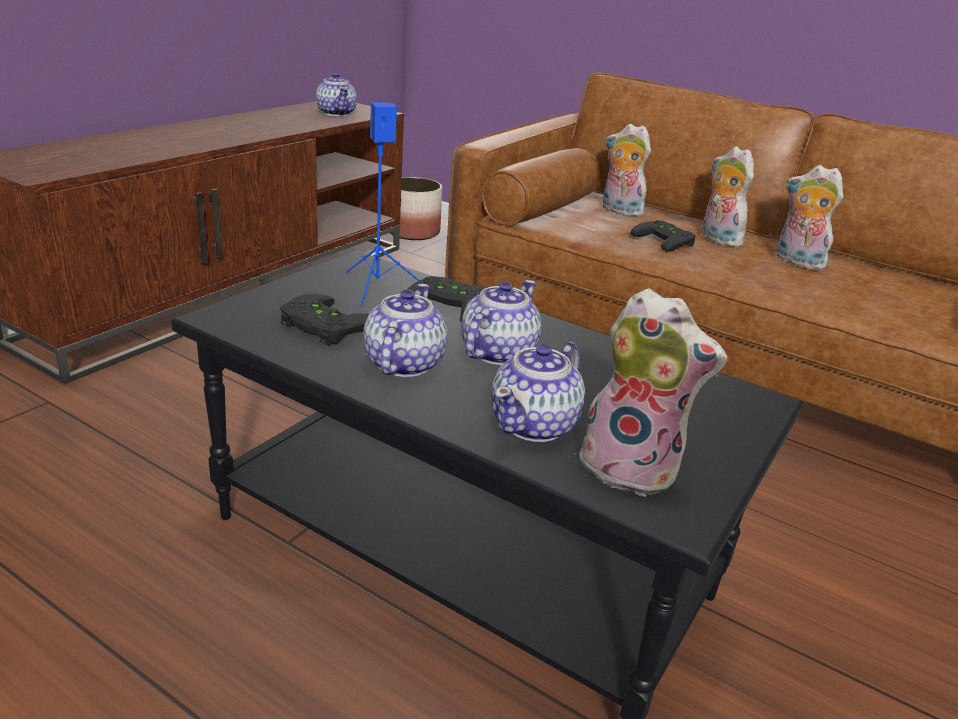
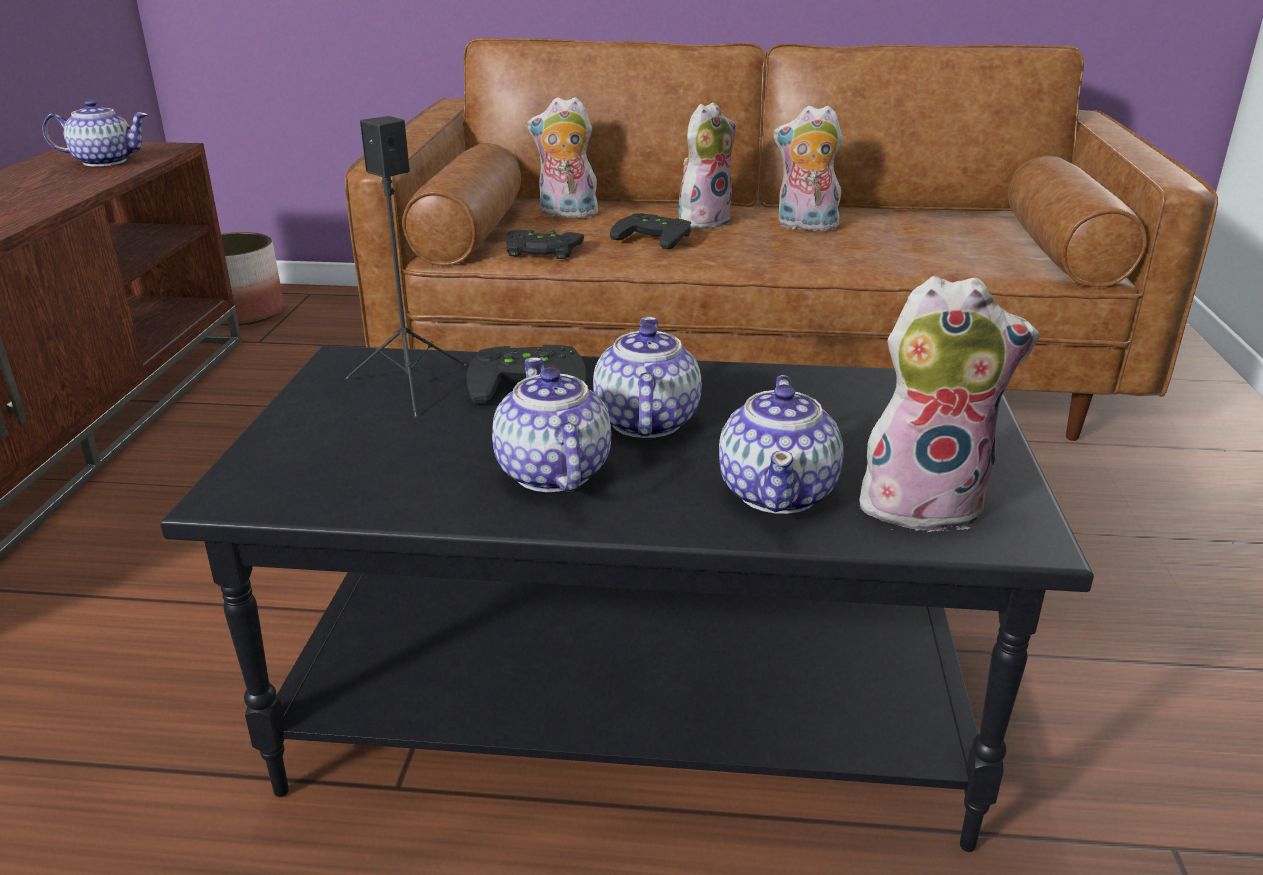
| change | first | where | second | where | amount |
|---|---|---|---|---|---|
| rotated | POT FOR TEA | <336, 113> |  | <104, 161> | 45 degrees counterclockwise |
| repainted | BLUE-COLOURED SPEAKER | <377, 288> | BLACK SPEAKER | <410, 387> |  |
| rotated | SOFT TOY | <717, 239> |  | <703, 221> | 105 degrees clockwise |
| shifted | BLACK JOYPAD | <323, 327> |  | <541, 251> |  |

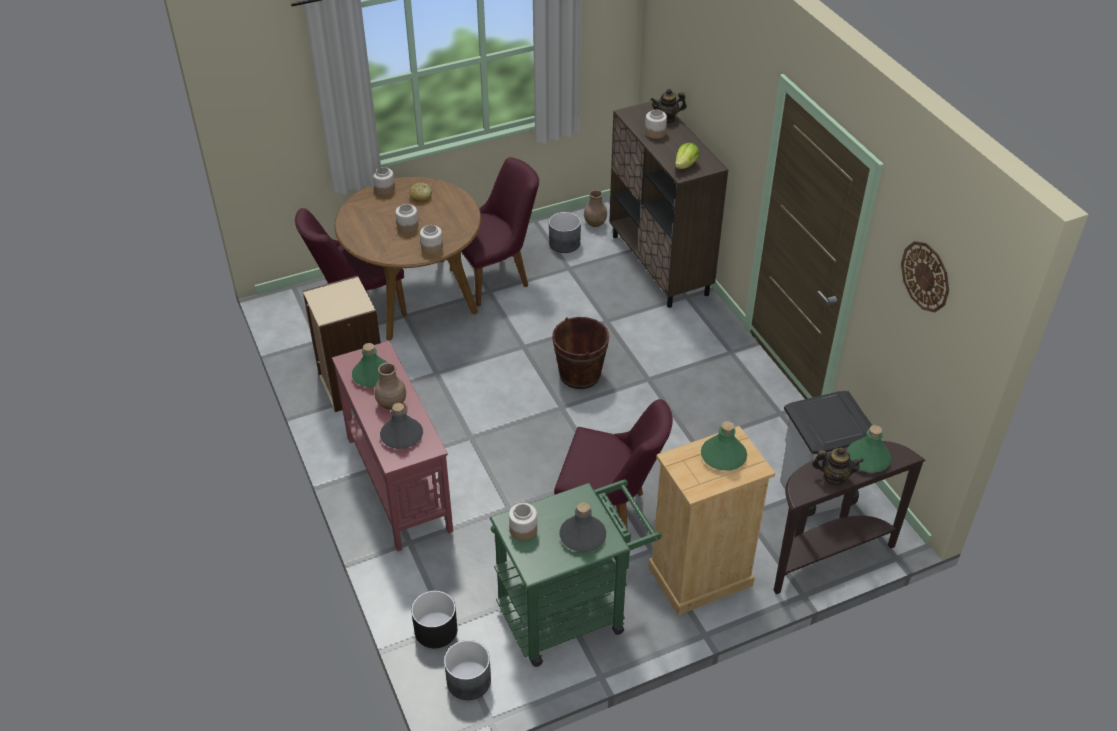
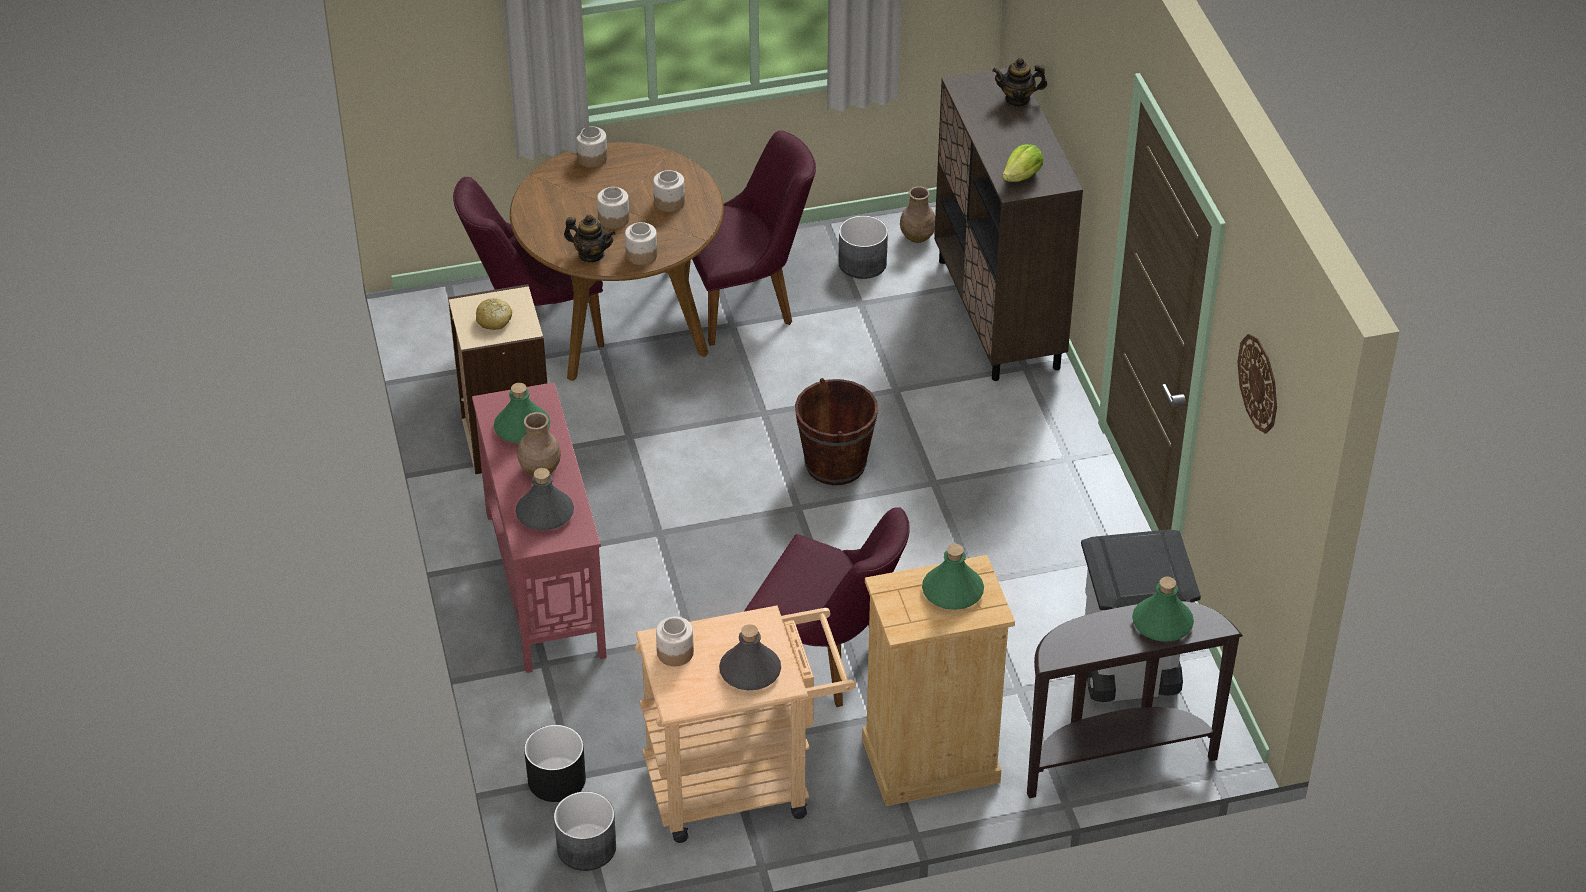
| change | first | where | second | where | amount |
|---|---|---|---|---|---|
| shifted | STORAGE JAR | <655, 132> |  | <669, 202> |  |
| shifted | BREAD | <421, 196> |  | <494, 320> |  |
| shifted | POT FOR TEA | <834, 477> |  | <591, 254> |  |
| repainted | GREENISH WHEELED CART | <571, 612> | BEIGE WHEELED CART | <742, 783> |  |

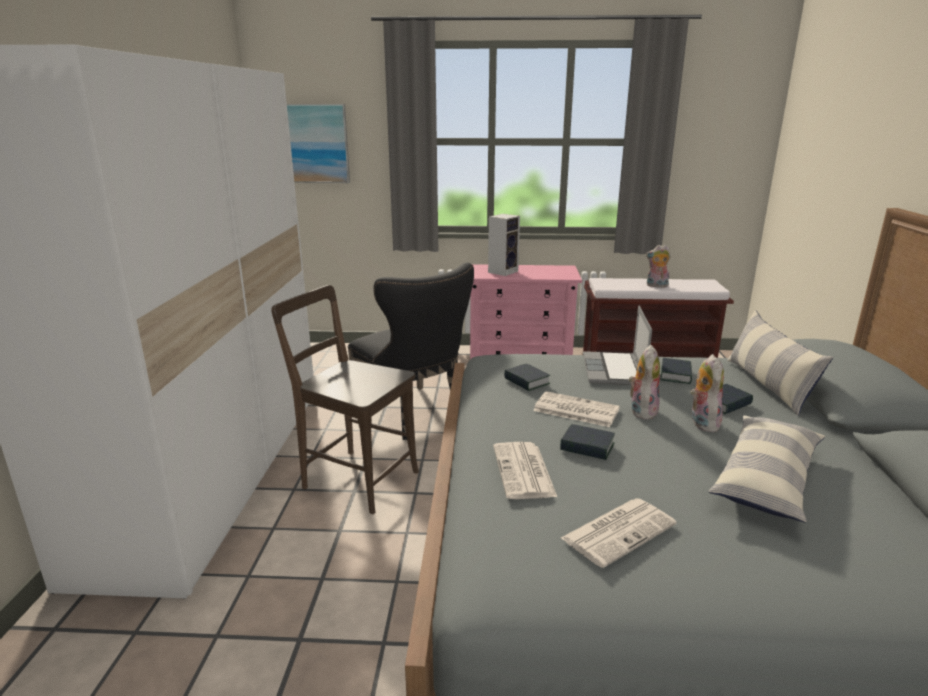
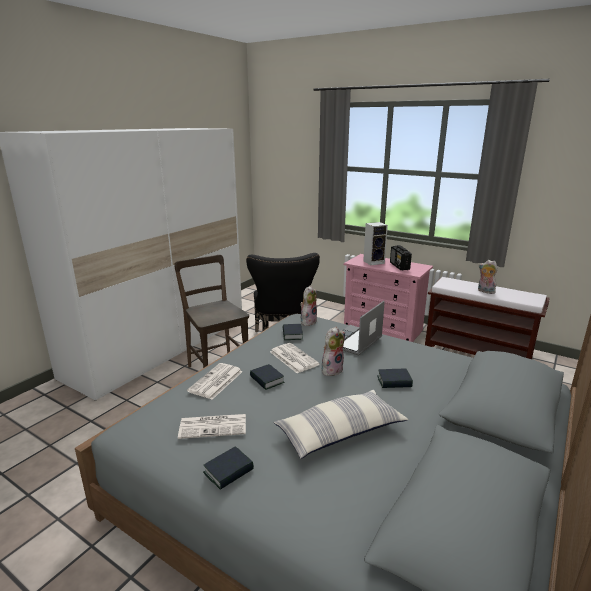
| change | first | where | second | where | amount |
|---|---|---|---|---|---|
| gone | WALL PICTURE | <318, 144> |  |  |  |
| gone | CUSHION | <767, 385> |  |  |  |
| shifted | SOFT TOY | <701, 422> |  | <308, 321> |  |
| shifted | VOLUME | <676, 375> |  | <228, 471> |  |
| new |  |  | RADIO SET | <399, 266> |  |

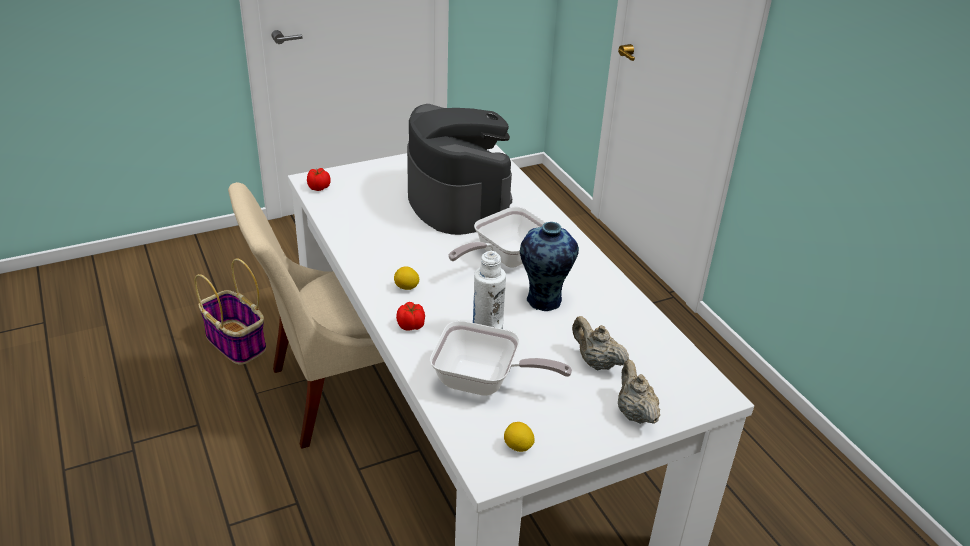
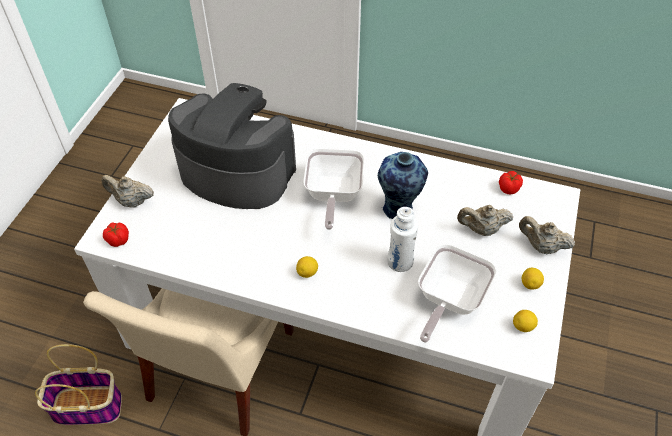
| change | first | where | second | where | amount |
|---|---|---|---|---|---|
| shifted | WHOLE TOMATO | <411, 326> |  | <509, 188> |  |
| rotated | FRYING PAN | <484, 382> |  | <448, 300> | 150 degrees clockwise |
| new |  |  | BEIGE POT FOR TEA | <131, 201> |  |
| new |  |  | WHOLE LEMON | <530, 284> |  |

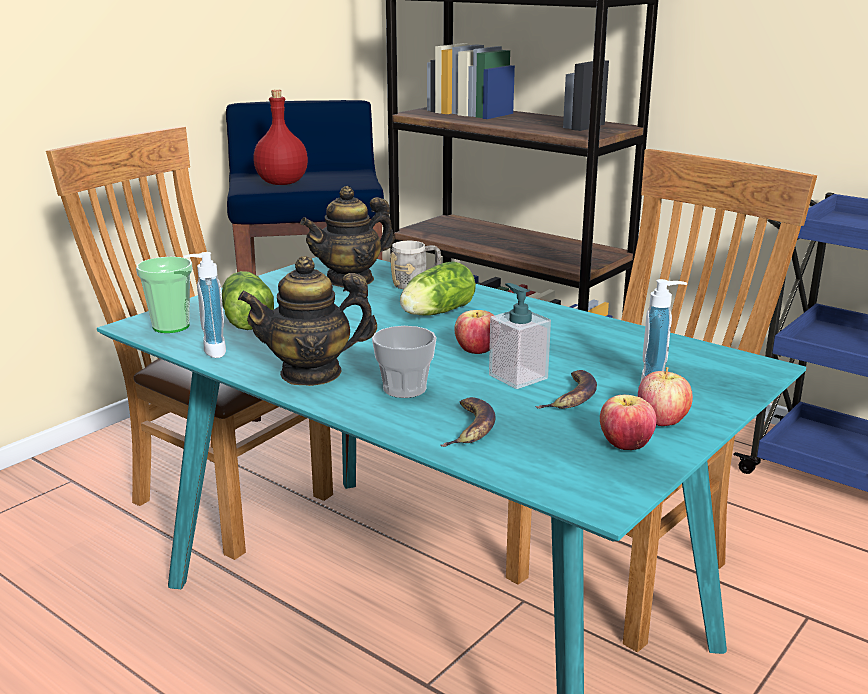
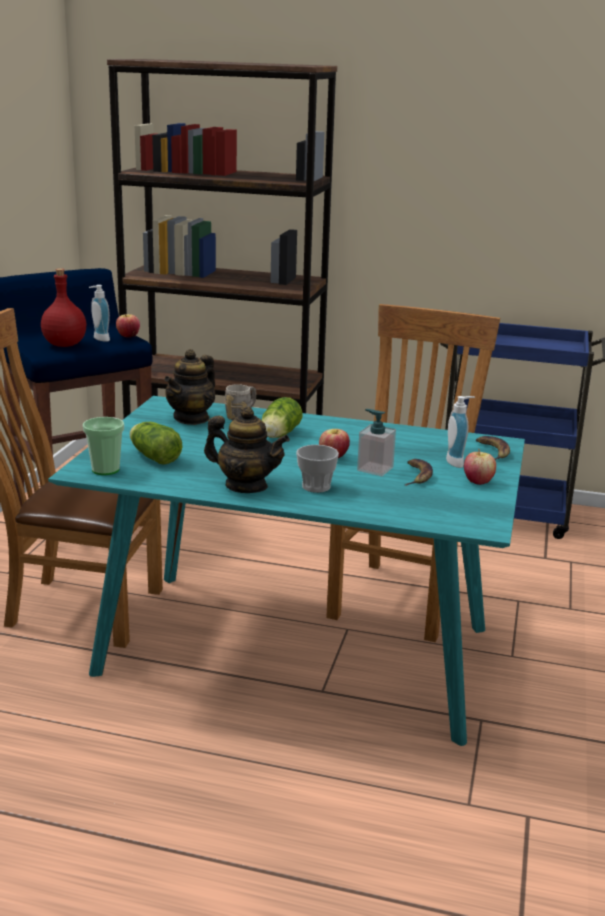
| change | first | where | second | where | amount |
|---|---|---|---|---|---|
| shifted | LIQUID SOAP BOTTLE | <209, 351> |  | <99, 339> |  |
| rotated | POT FOR TEA | <311, 373> |  | <246, 486> | 120 degrees counterclockwise |
| shifted | WHOLE APPLE | <625, 446> |  | <128, 336> |  |
| shifted | BANANA | <469, 427> |  | <492, 451> |  |

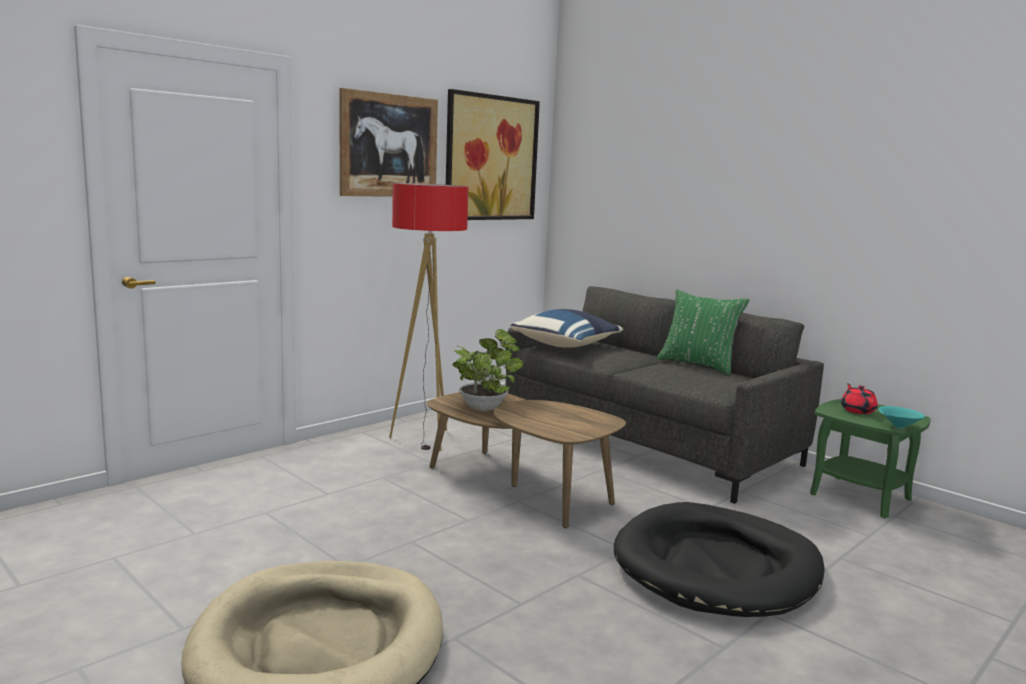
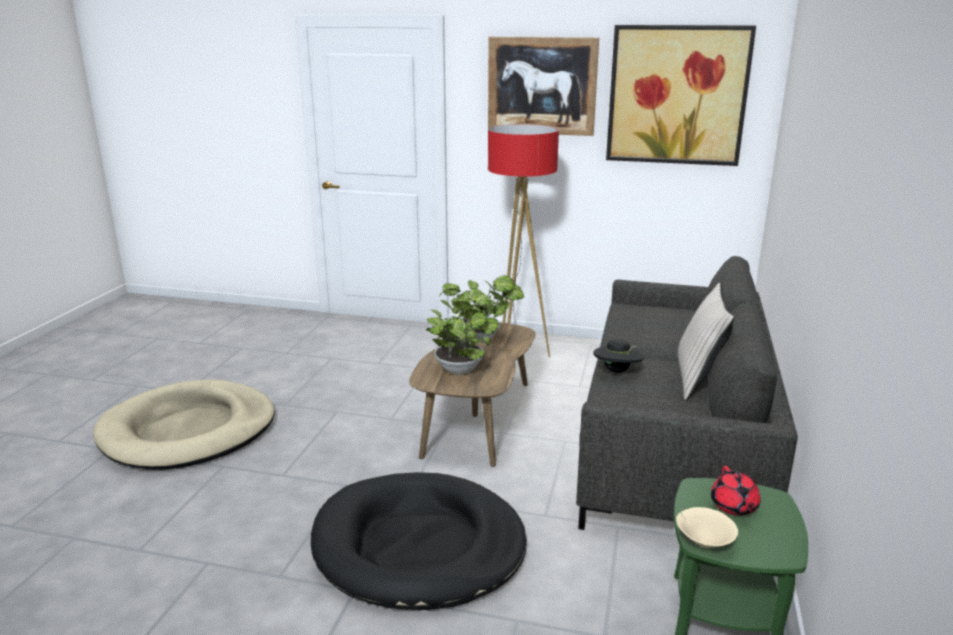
| change | first | where | second | where | amount |
|---|---|---|---|---|---|
| repainted | GREENISH CUSHION | <698, 365> | BEIGE CUSHION | <698, 379> |  |
| gone | BLUE-COLOURED CUSHION | <567, 345> |  |  |  |
| rotated | RED-COLOURED POT FOR TEA | <857, 410> |  | <734, 506> | 120 degrees clockwise |
| repainted | TURQUOISE-COLOURED DEEP DISH | <898, 427> | BEIGE DEEP DISH | <703, 542> |  |
| new |  |  | HOUSEPLANT | <461, 368> |  |
| new |  |  | BLACK WEARABLE HAT | <617, 371> |  |

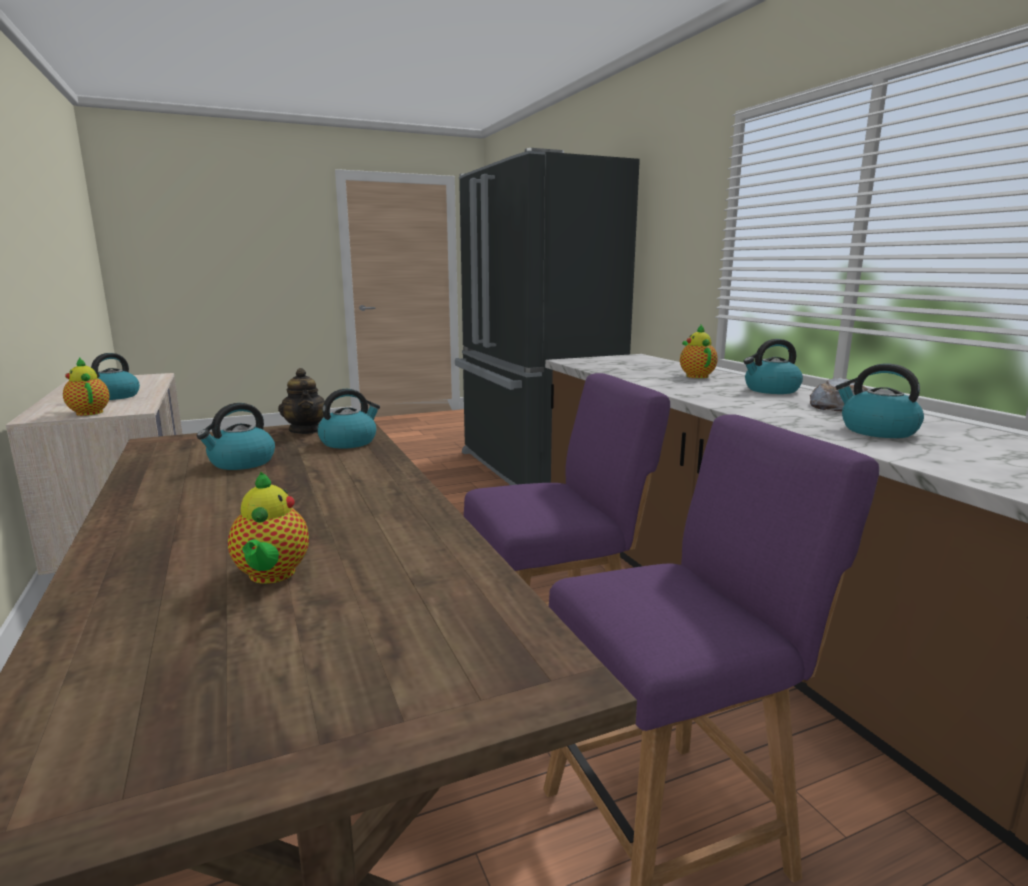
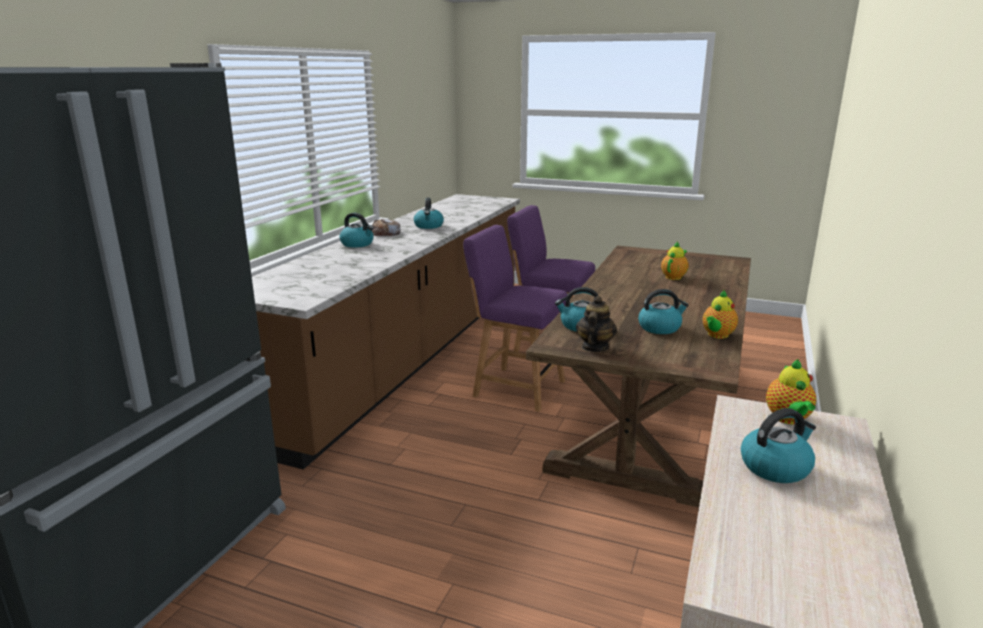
| change | first | where | second | where | amount |
|---|---|---|---|---|---|
| shifted | POT FOR TEA | <696, 376> |  | <717, 335> |  |

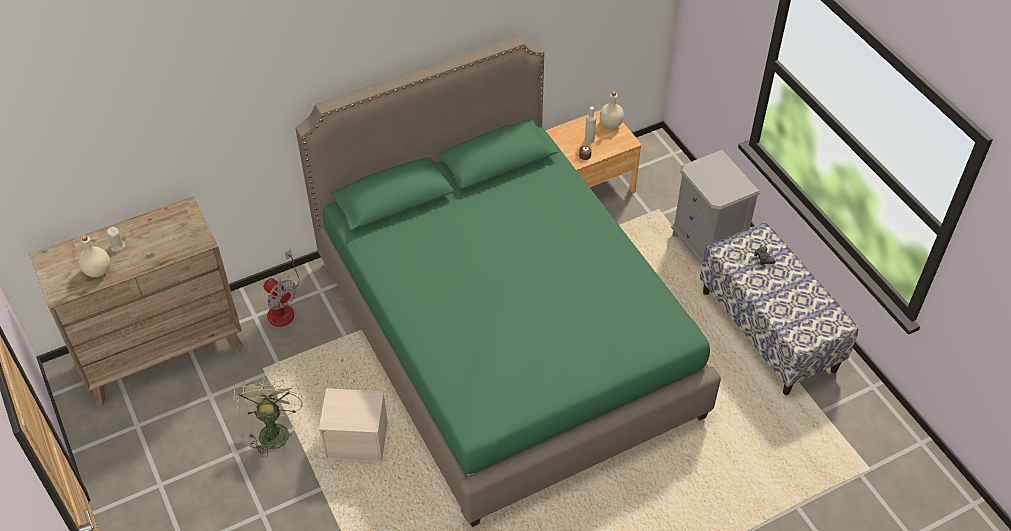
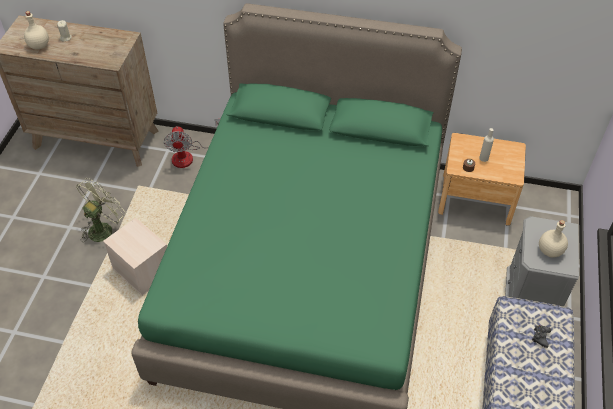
| change | first | where | second | where | amount |
|---|---|---|---|---|---|
| shifted | BEIGE DRINK BOTTLE | <611, 123> |  | <550, 250> |  |

